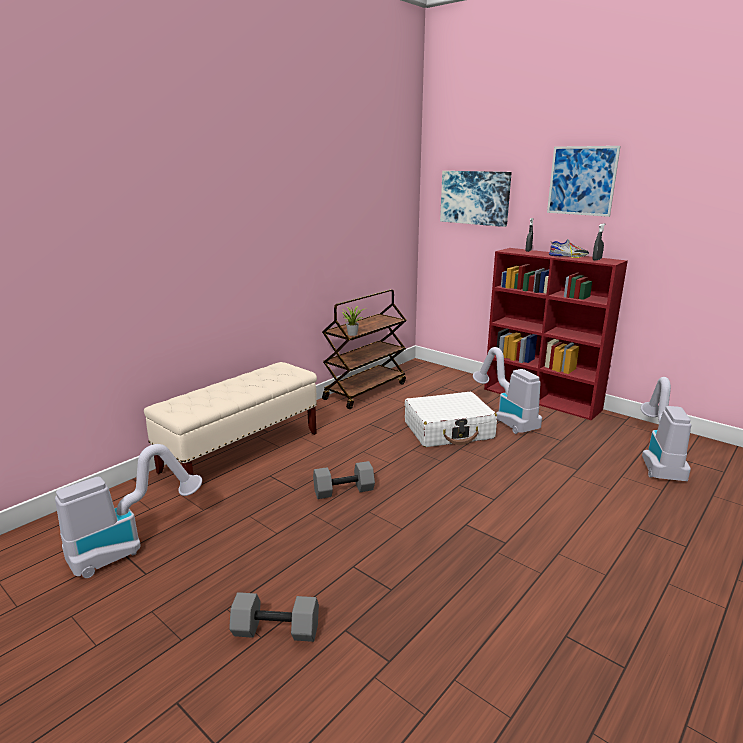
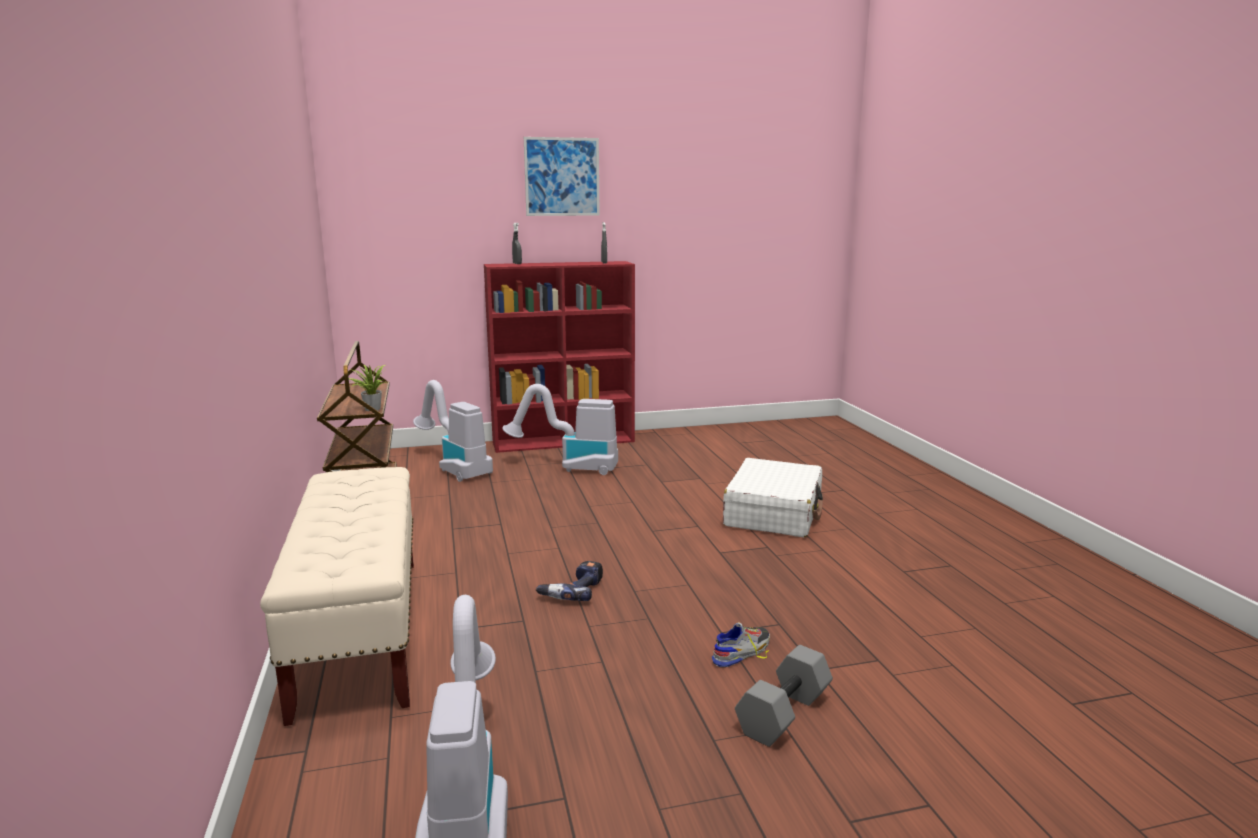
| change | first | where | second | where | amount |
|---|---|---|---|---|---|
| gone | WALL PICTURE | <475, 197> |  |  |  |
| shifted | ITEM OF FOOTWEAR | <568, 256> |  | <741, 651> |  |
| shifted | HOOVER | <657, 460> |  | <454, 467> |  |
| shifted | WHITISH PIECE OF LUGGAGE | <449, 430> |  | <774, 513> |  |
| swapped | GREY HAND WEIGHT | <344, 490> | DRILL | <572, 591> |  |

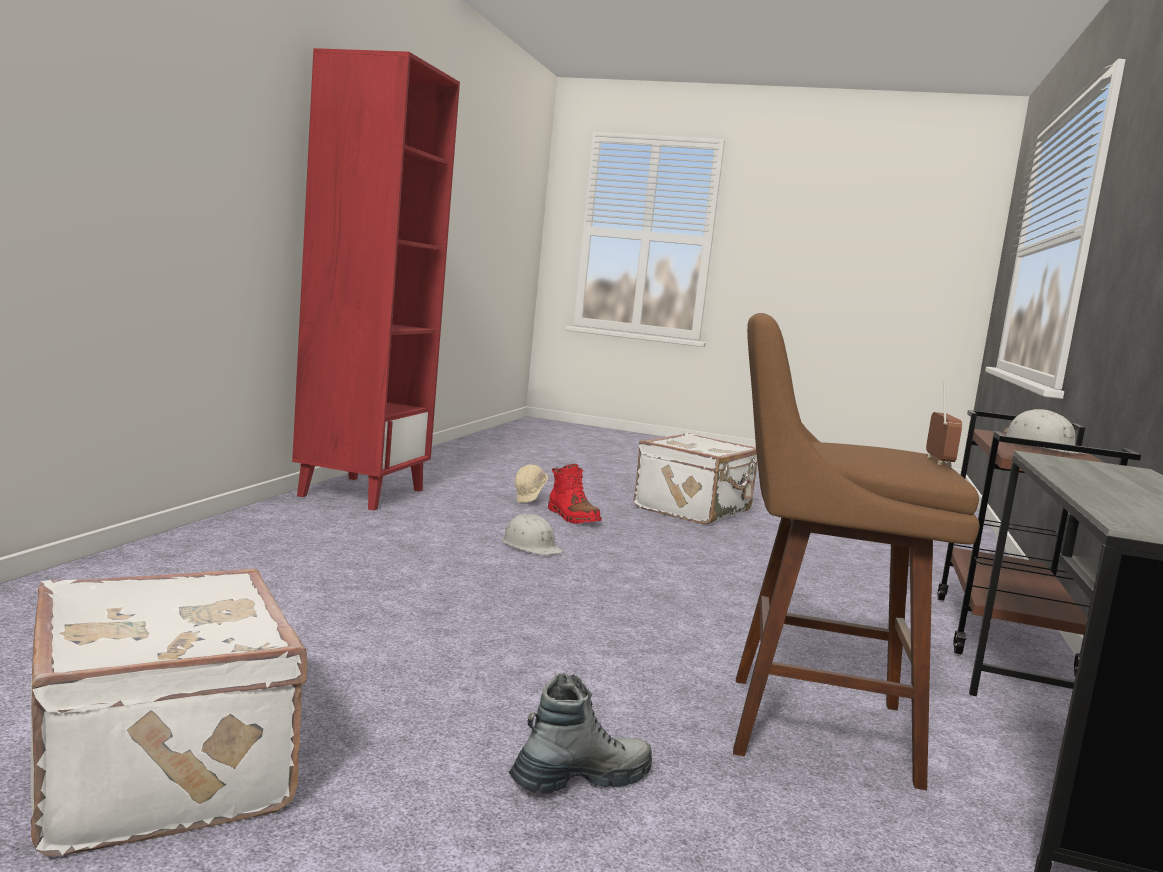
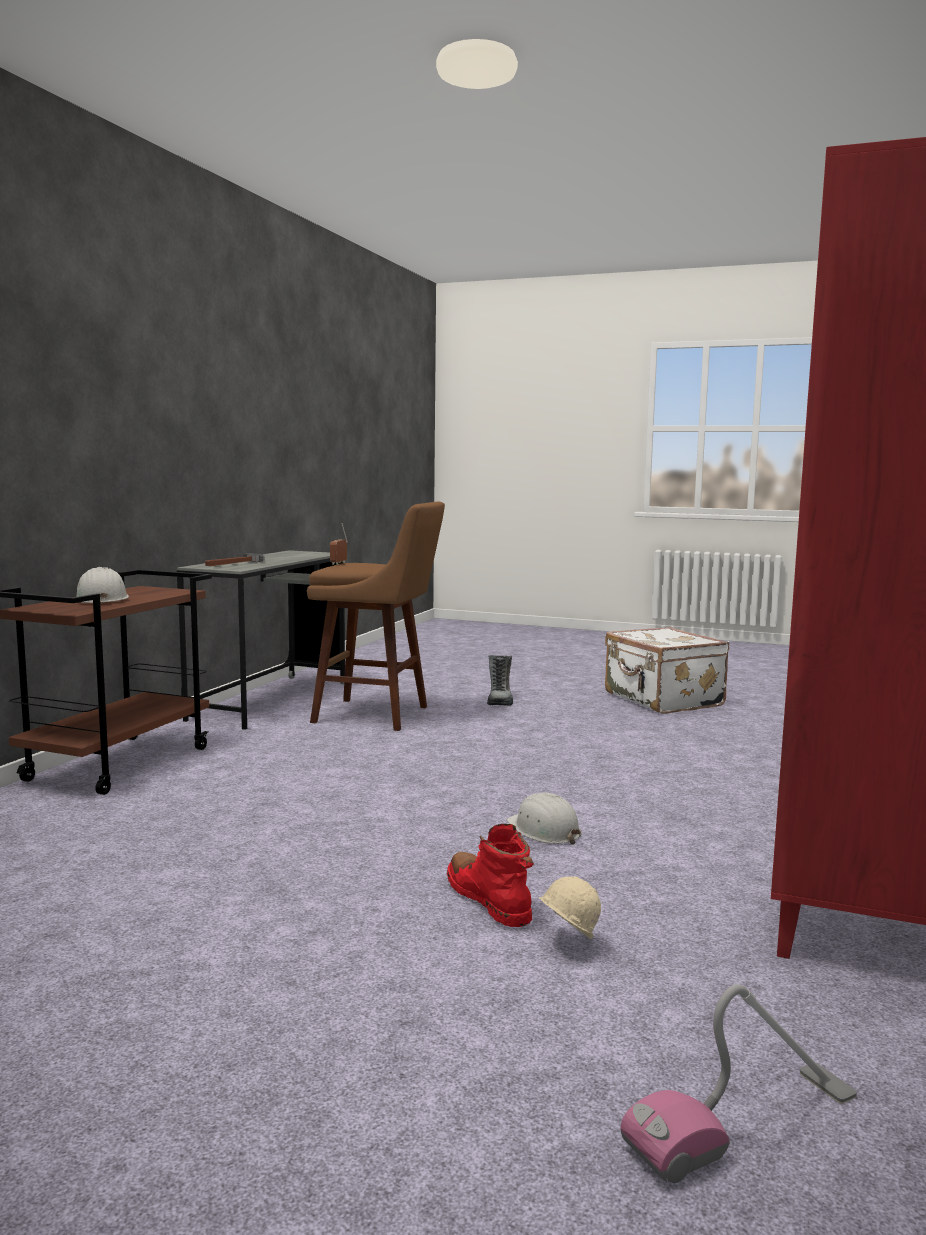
| change | first | where | second | where | amount |
|---|---|---|---|---|---|
| gone | WHITISH PIECE OF LUGGAGE | <694, 510> |  |  |  |
| rotated | TALL BOOT | <581, 779> |  | <500, 700> | 60 degrees counterclockwise |
| new |  |  | HAND HAMMER | <234, 564> |  |
| new |  |  | HOOVER | <743, 1122> |  |

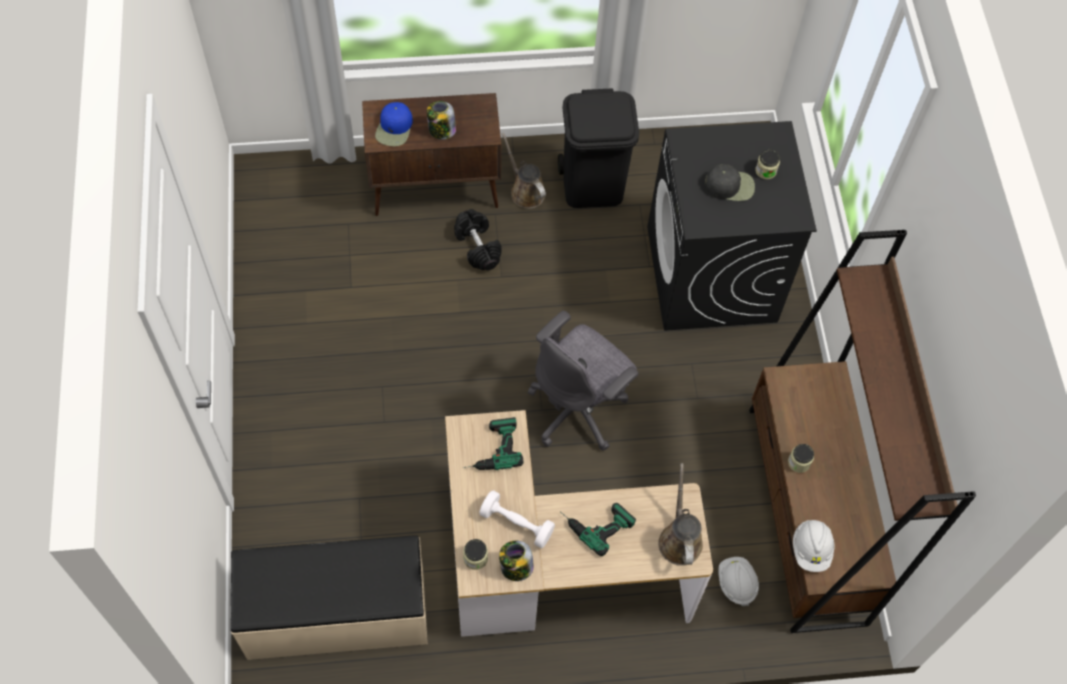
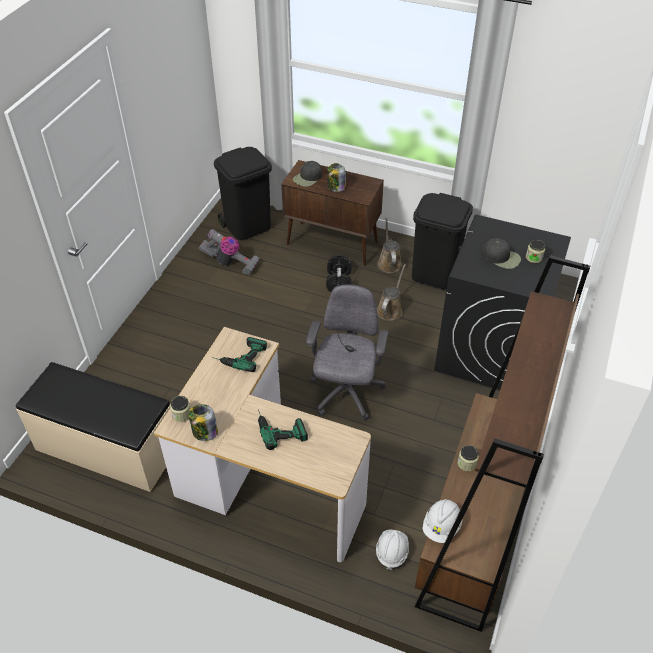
| change | first | where | second | where | amount |
|---|---|---|---|---|---|
| repainted | BLUE-COLOURED PEAKED CAP | <394, 128> | BLACK PEAKED CAP | <308, 178> |  |
| rotated | GREY OFFICE CHAIR | <578, 409> |  | <345, 394> | 120 degrees clockwise |
| shifted | BROWN-COLOURED WATERING POT | <679, 538> |  | <390, 309> |  |
| gone | WHITISH HAND WEIGHT | <516, 524> |  |  |  |
| new |  |  | BLACK TRASH CAN | <248, 226> |  |
| new |  |  | HOOVER | <230, 263> |  |

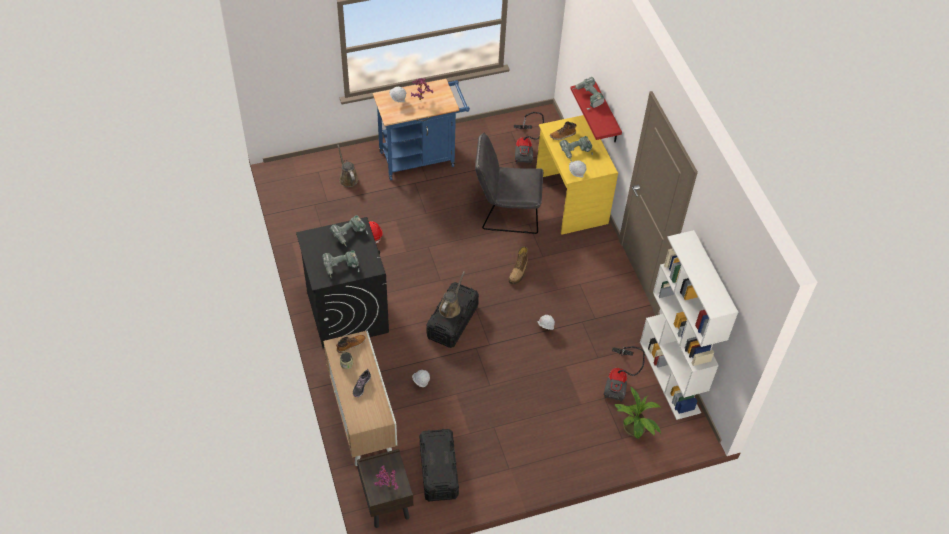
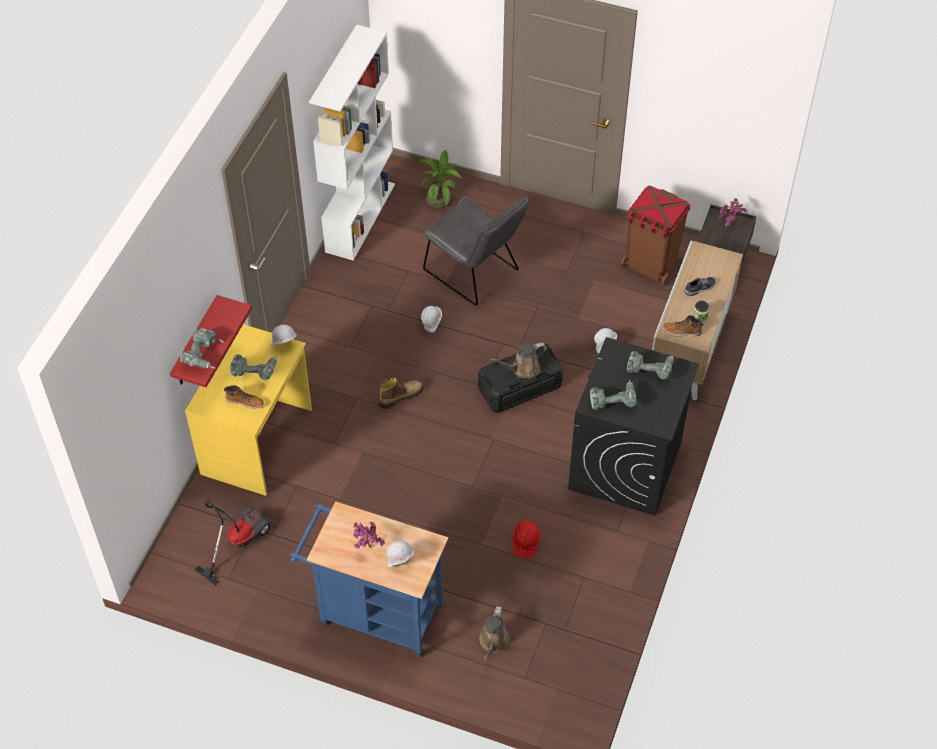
| change | first | where | second | where | amount |
|---|---|---|---|---|---|
| shifted | GREY UPRIGHT CHAIR | <506, 212> |  | <476, 273> |  |
| gone | HOOVER | <619, 380> |  |  |  |
| swapped | BLACK STORAGE BOX | <438, 471> | BROWN-COLOURED TRASH CAN | <650, 266> |  |

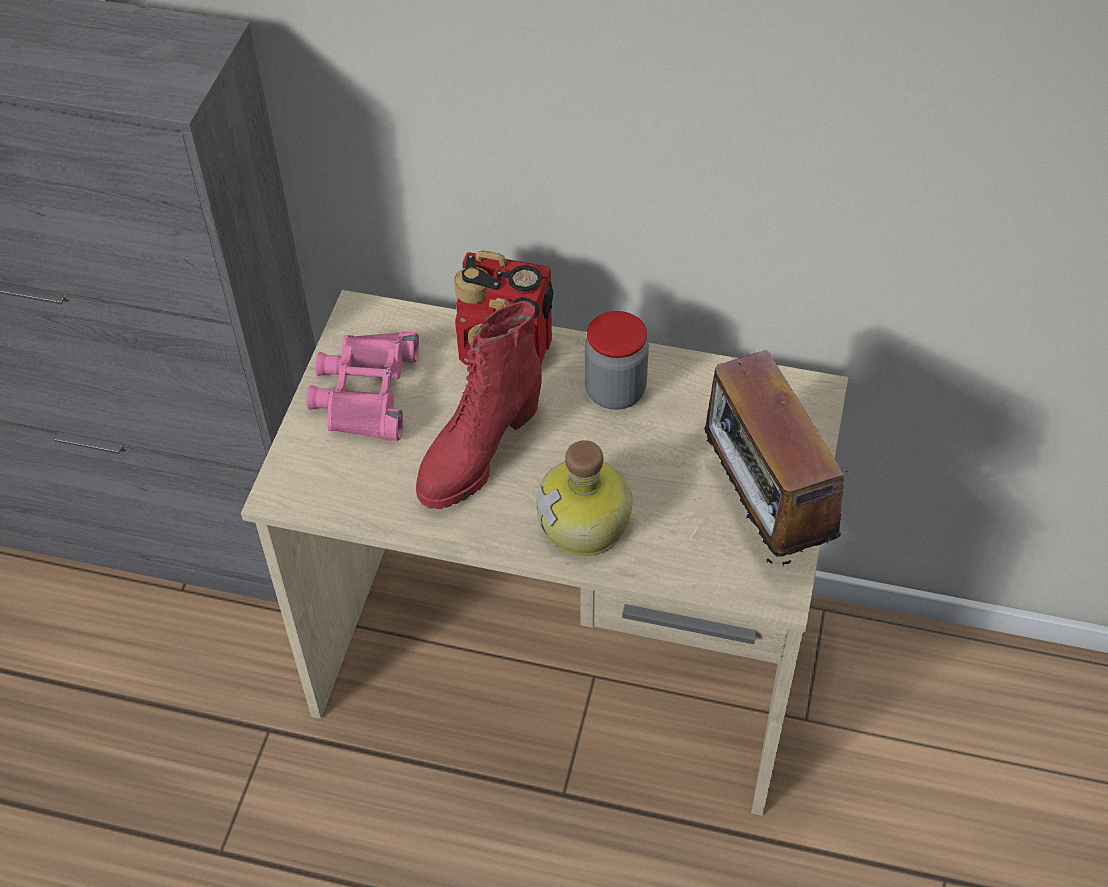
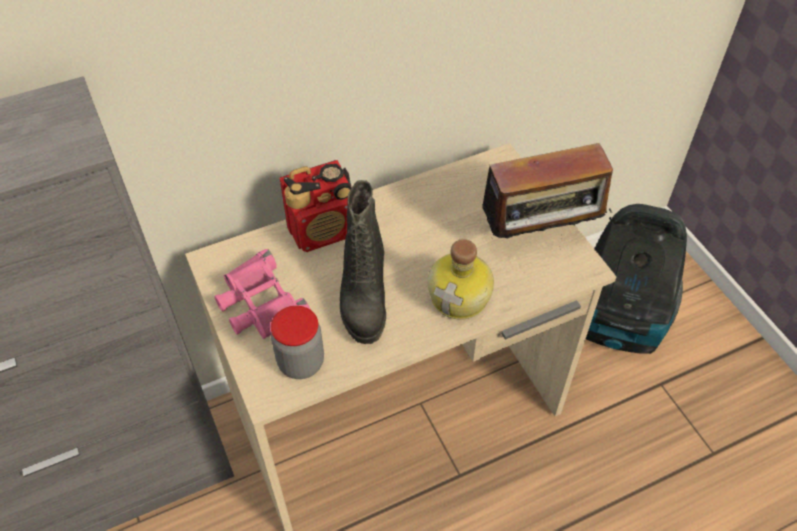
| change | first | where | second | where | amount |
|---|---|---|---|---|---|
| repainted | RED-COLOURED TALL BOOT | <478, 452> | BLACK TALL BOOT | <362, 296> |  |
| shifted | STORAGE JAR | <615, 391> |  | <301, 362> |  |
| rotated | RADIO SET | <761, 514> |  | <540, 235> | 45 degrees counterclockwise |
| new |  |  | HOOVER | <616, 324> |  |

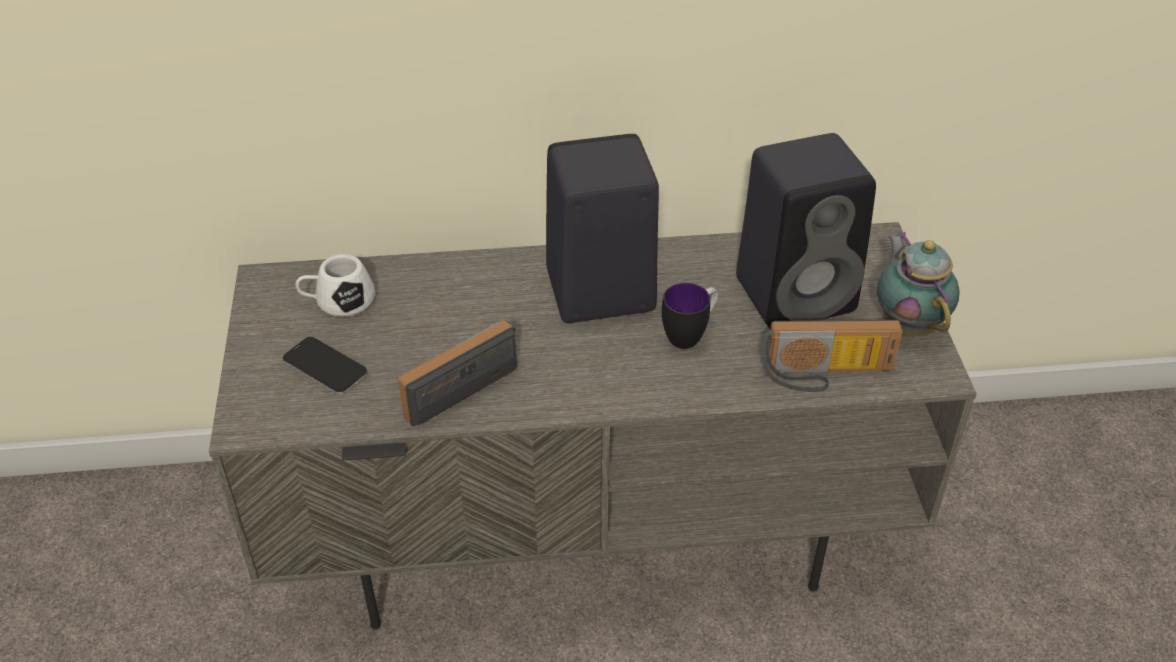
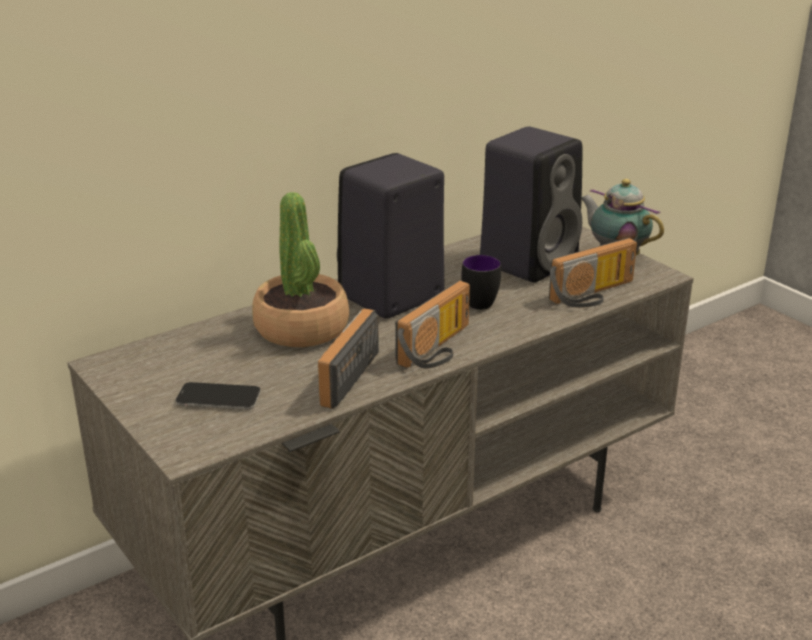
| change | first | where | second | where | amount |
|---|---|---|---|---|---|
| gone | WHITISH COFFEE MUG | <338, 301> |  |  |  |
| new |  |  | HOUSEPLANT | <302, 328> |  |
| new |  |  | RADIO SET | <440, 349> |  |

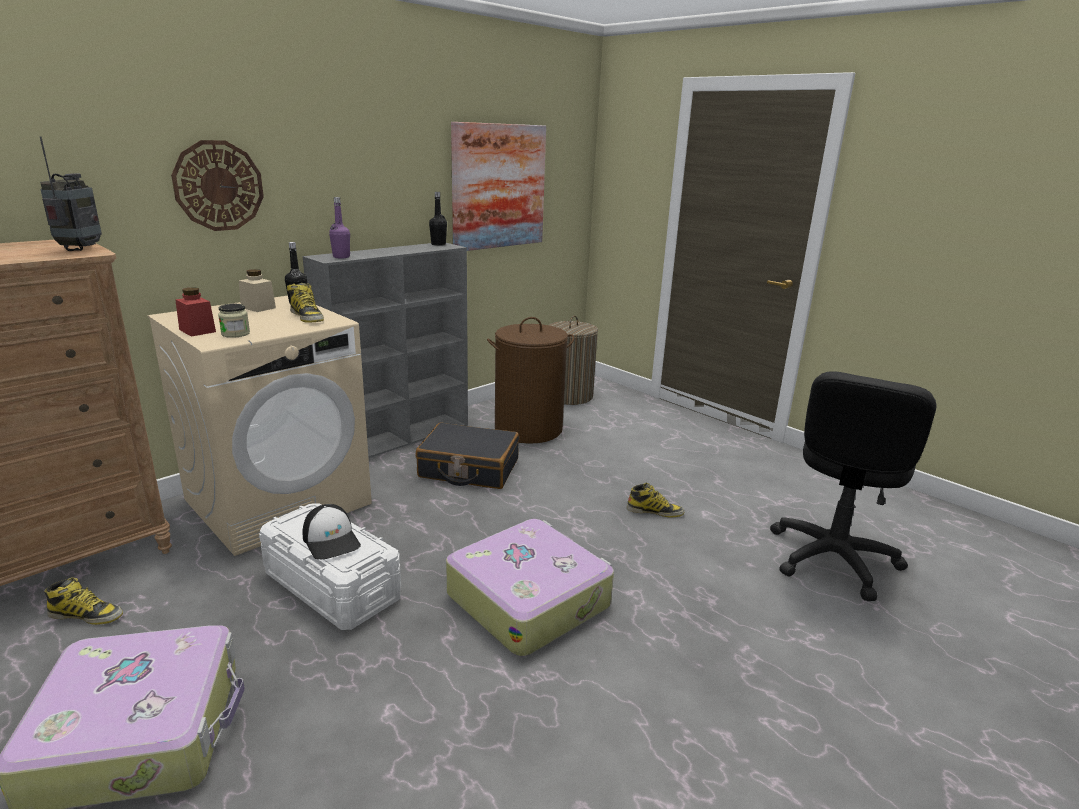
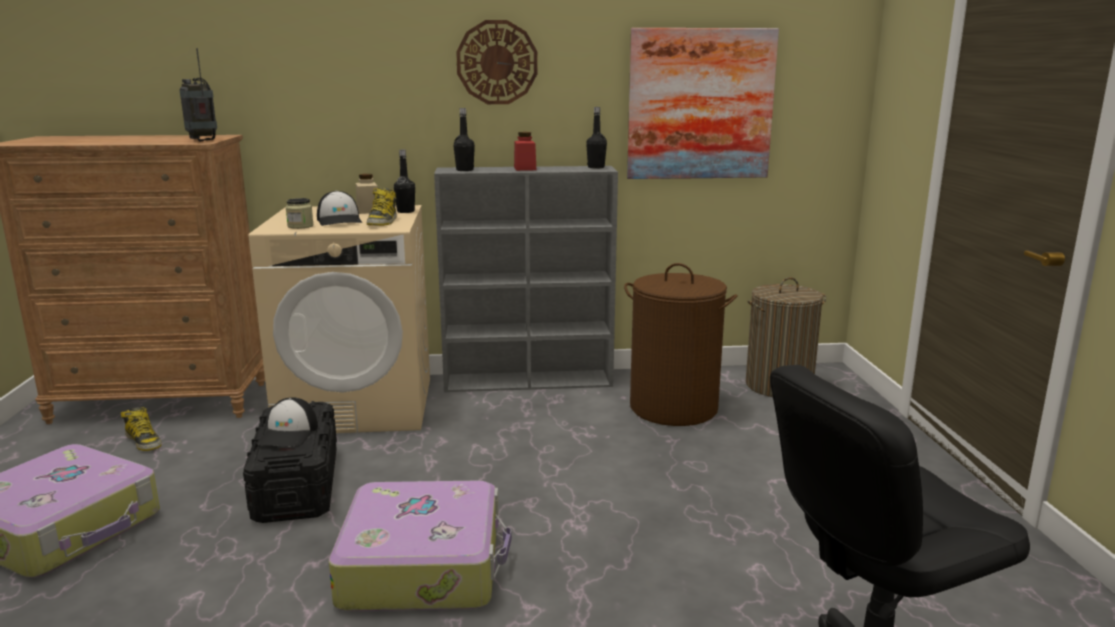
| change | first | where | second | where | amount |
|---|---|---|---|---|---|
| rotated | RADIO SET | <80, 249> |  | <202, 140> | 75 degrees counterclockwise |
| shifted | HANGING CLOCK | <218, 186> |  | <497, 62> |  |
| repainted | PURPLE DRINK BOTTLE | <341, 257> | BLACK DRINK BOTTLE | <464, 170> |  |
| shifted | RED-COLOURED STORAGE JAR | <197, 331> |  | <525, 168> |  |
| gone | BLACK PIECE OF LUGGAGE | <468, 469> |  |  |  |
| gone | TALL BOOT | <655, 511> |  |  |  |
| repainted | WHITISH STORAGE BOX | <332, 586> | BLACK STORAGE BOX | <297, 484> |  |
| new |  |  | PEAKED CAP | <340, 221> |  |

